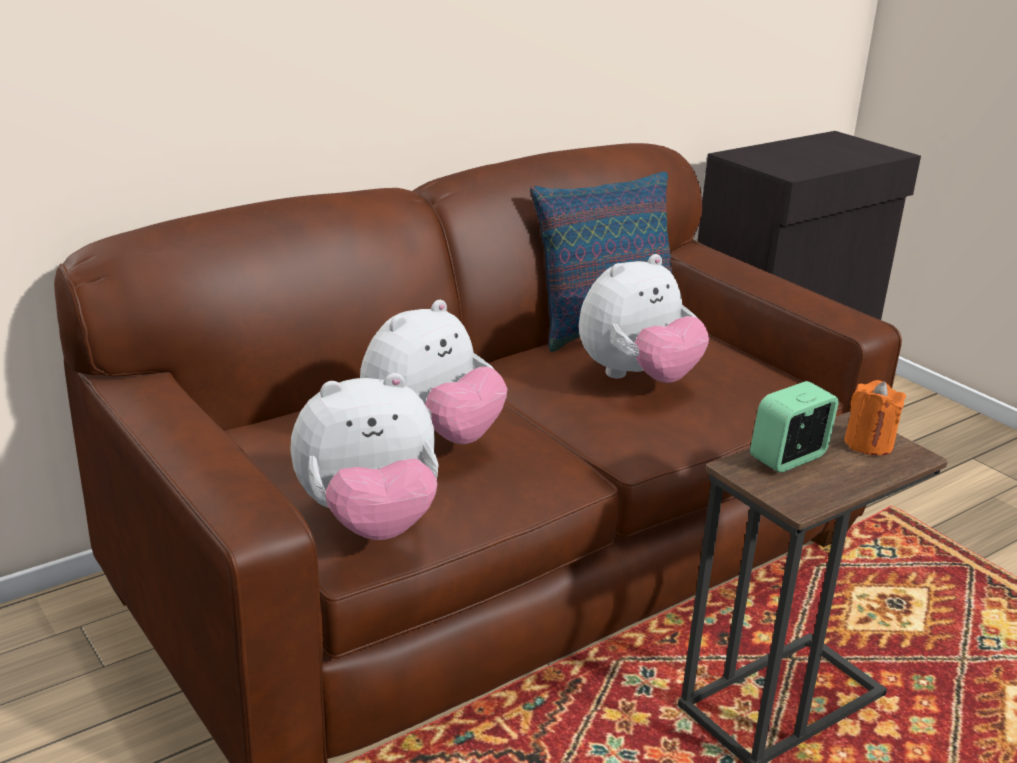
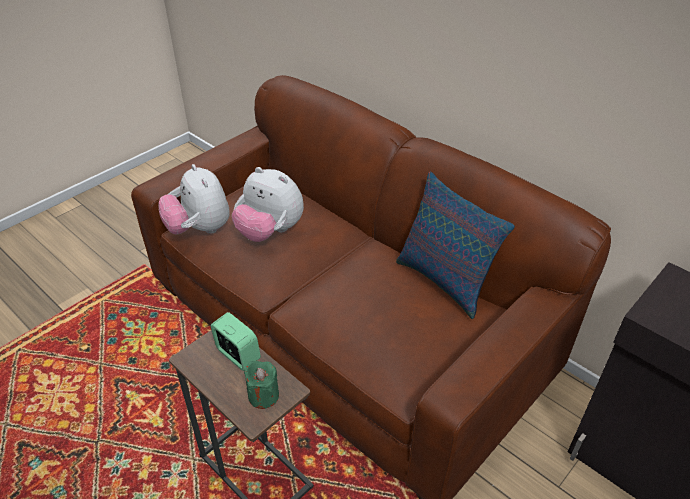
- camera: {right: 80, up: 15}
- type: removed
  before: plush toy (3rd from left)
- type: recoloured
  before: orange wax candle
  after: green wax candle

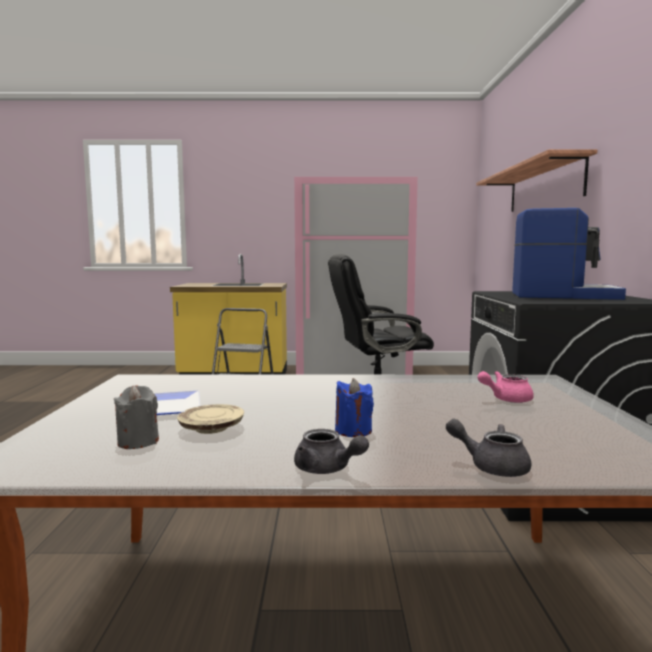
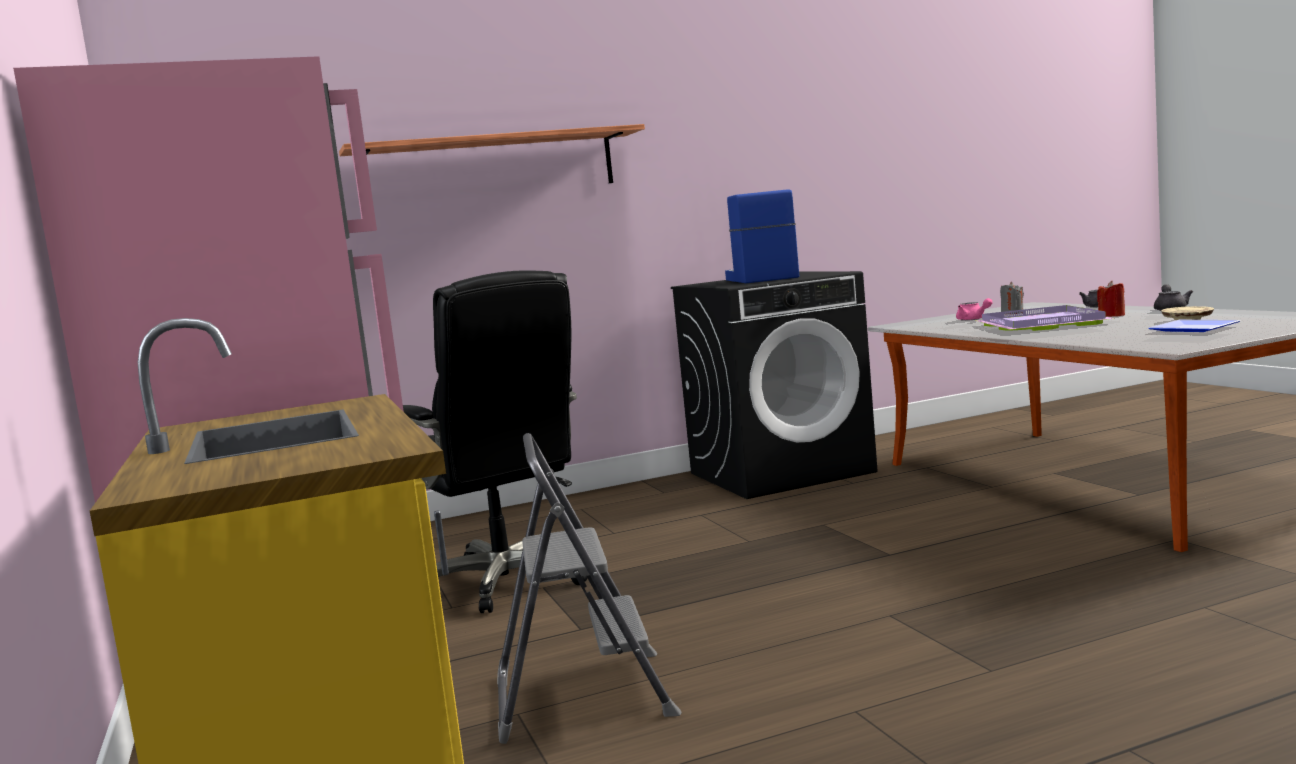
- camera: {right: -110, up: 0}
- type: recoloured
  before: bluish wax candle
  after: red-coloured wax candle
- type: moved
  before: grey wax candle
- type: added
  after: purple-coloured serving tray

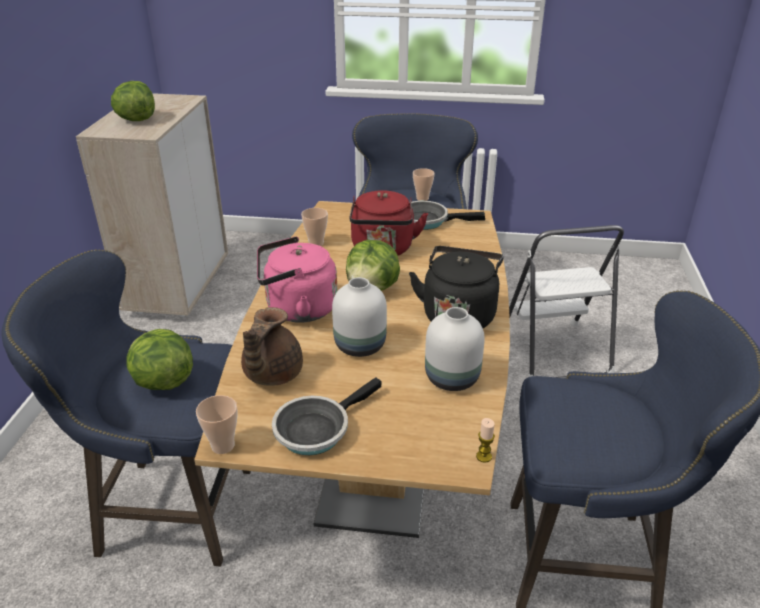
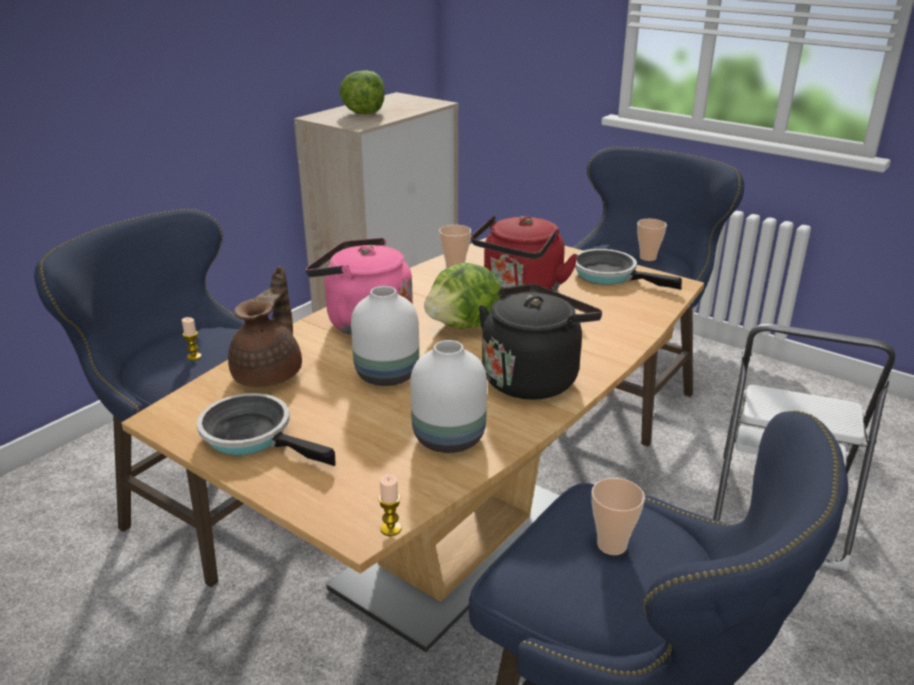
- camera: {right: 30, up: -5}
- type: turned
  before: brownish pot for tea
  turn: 150
- type: replaced
  before: lettuce head (2nd from left)
  after: wax candle (1st from left)
- type: turned
  before: frying pan (1st from left)
  turn: 45
- type: moved
  before: cup (1st from left in the first image)
  after: cup (2nd from left)

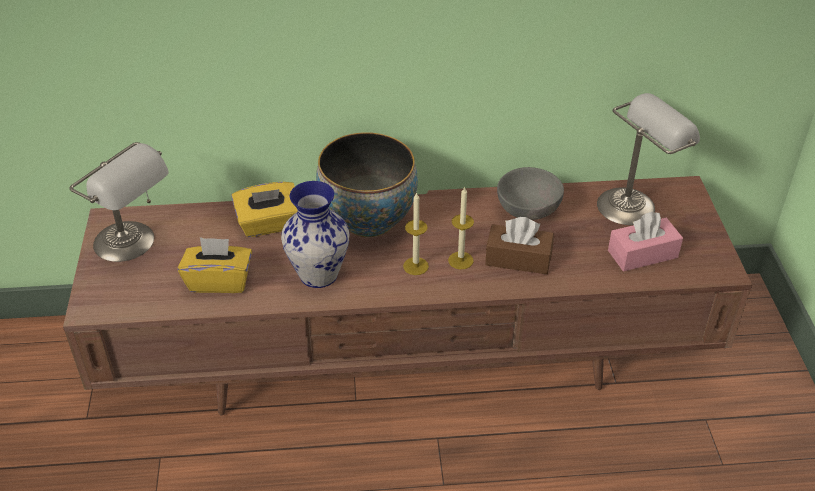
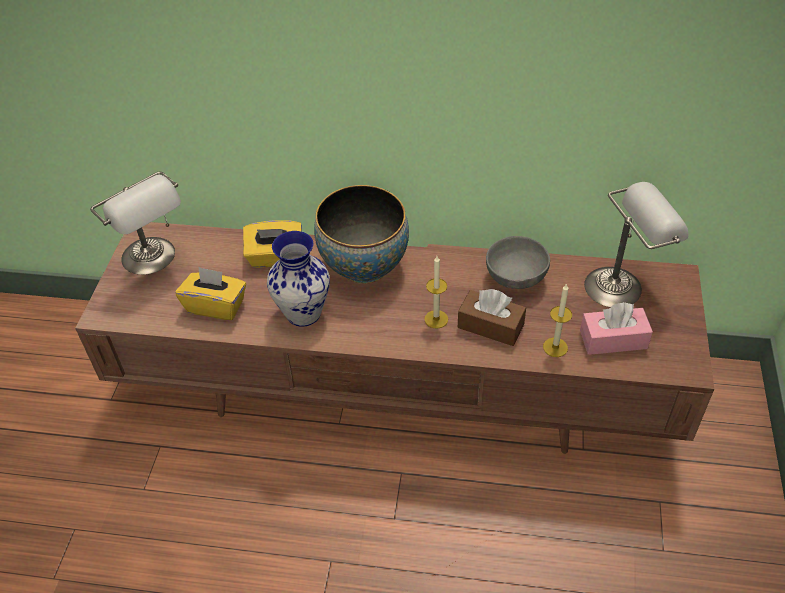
- camera: {right: 15, up: 5}
- type: moved
  before: wax candle (1st from left in the first image)
  after: wax candle (2nd from left)

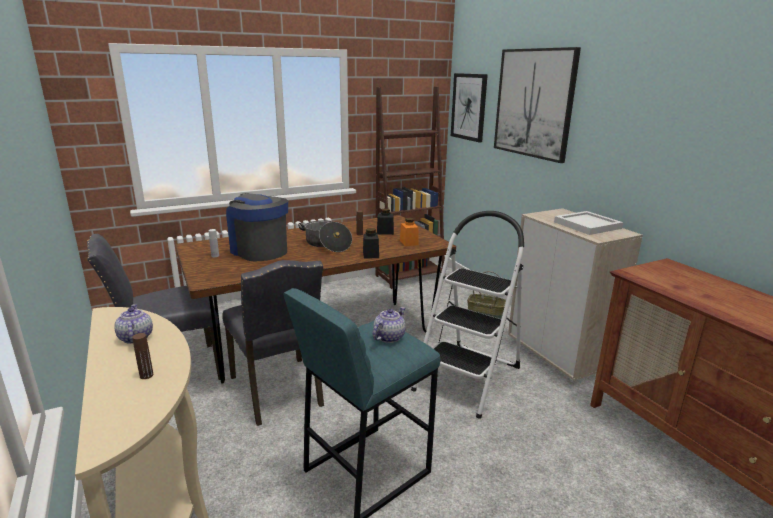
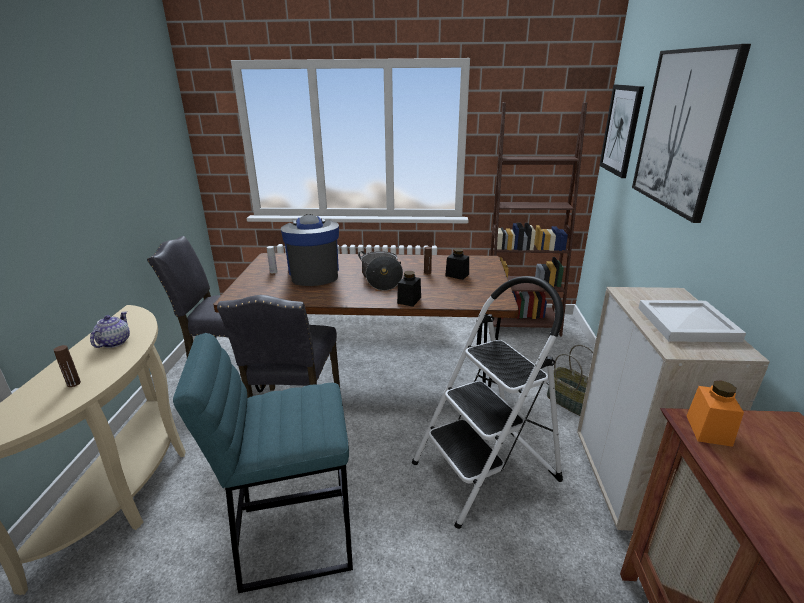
- camera: {right: 30, up: 5}
- type: moved
  before: orange jar
- type: removed
  before: pot for tea (2nd from left)

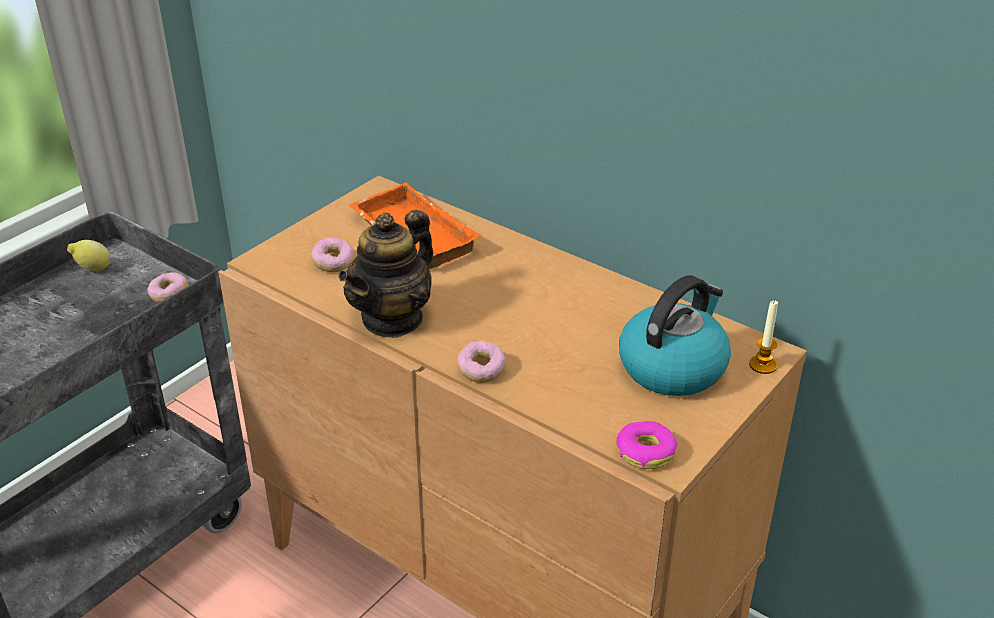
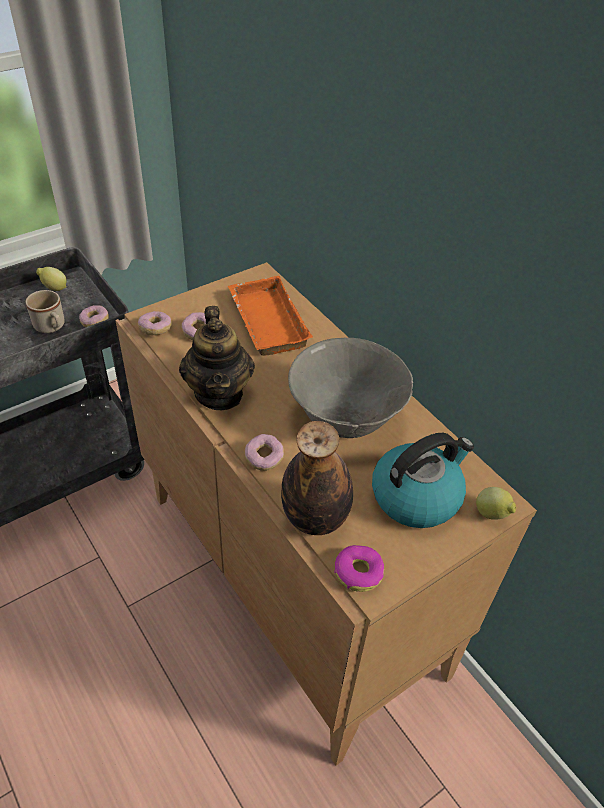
- camera: {right: 15, up: 10}
- type: turned
  before: pot for tea
  turn: -60
- type: replaced
  before: wax candle
  after: lemon (2nd from left)
- type: added
  after: sand-coloured mug
- type: added
  after: donut (2nd from left)
- type: added
  after: grey serving bowl
- type: added
  after: beverage bottle

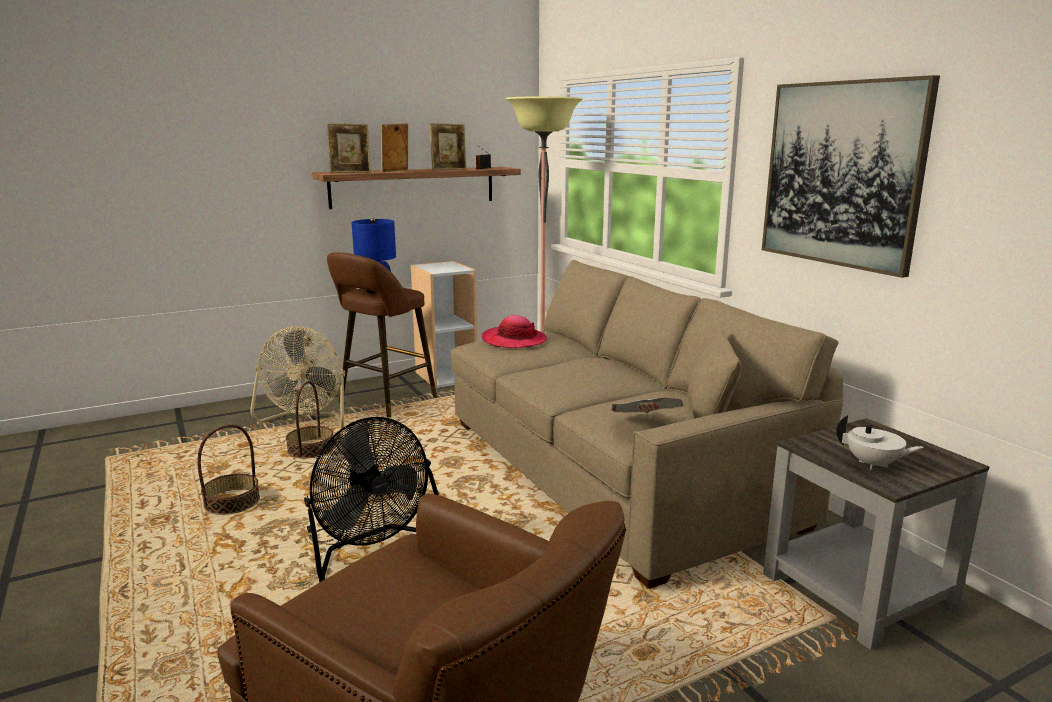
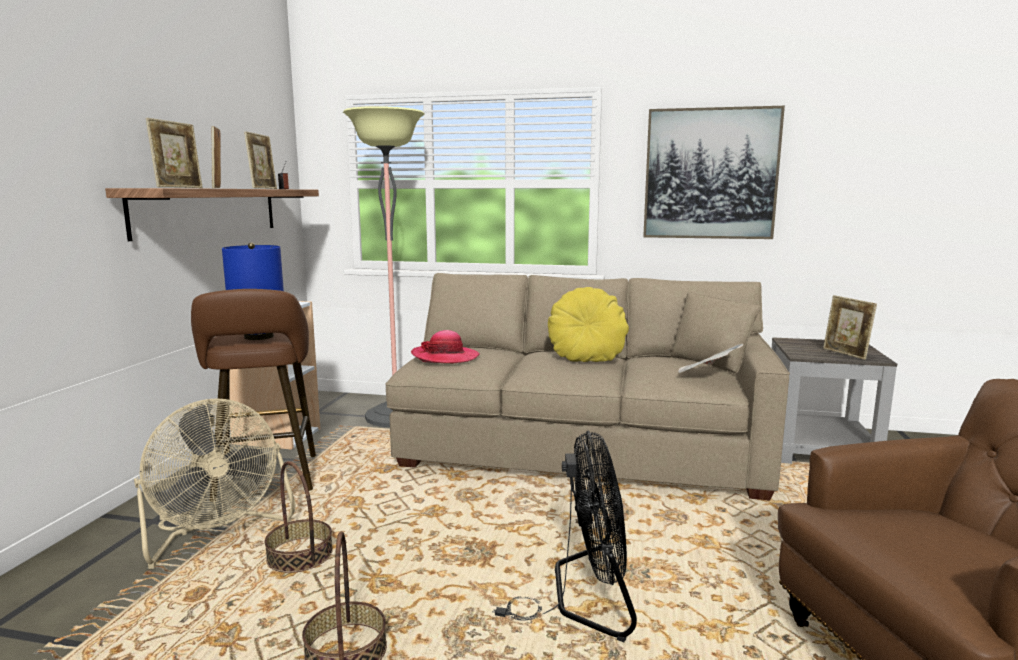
- camera: {right: -50, up: -5}
- type: replaced
  before: white-coloured pot for tea
  after: standing frame (4th from left)
- type: added
  after: yellow cushion

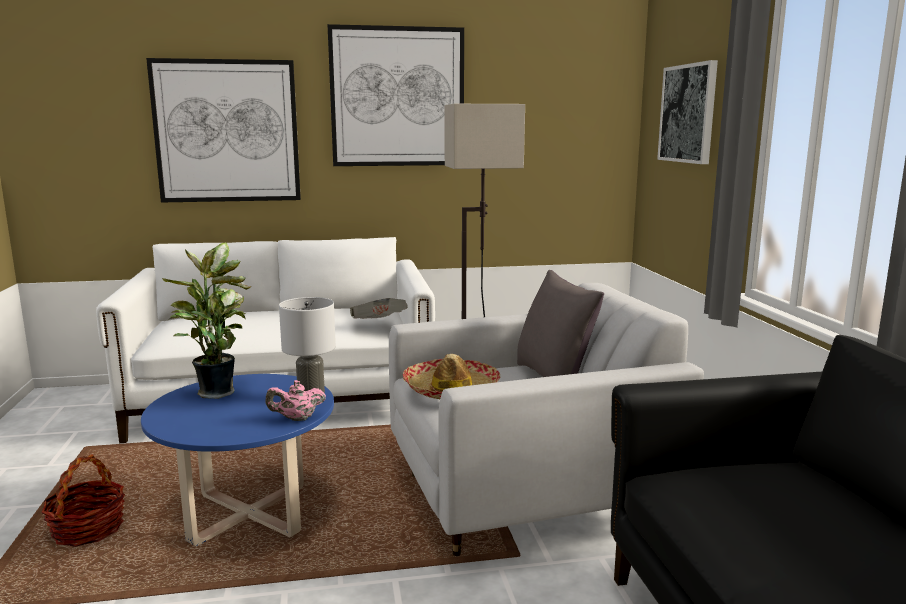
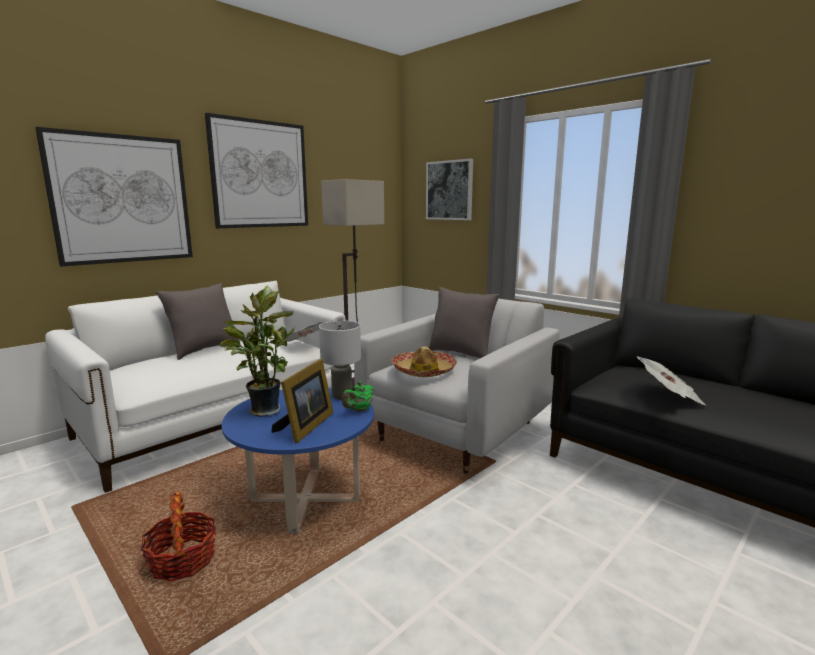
- camera: {right: -35, up: 0}
- type: recoloured
  before: pink-coloured pot for tea
  after: green pot for tea
- type: added
  after: grey cushion (1st from left)
- type: added
  after: daily paper (2nd from left)
- type: added
  after: standing frame

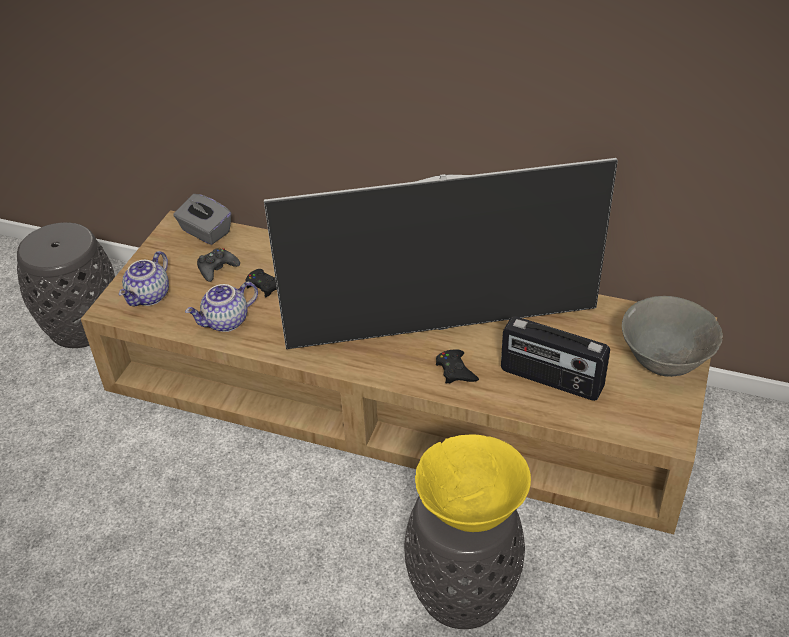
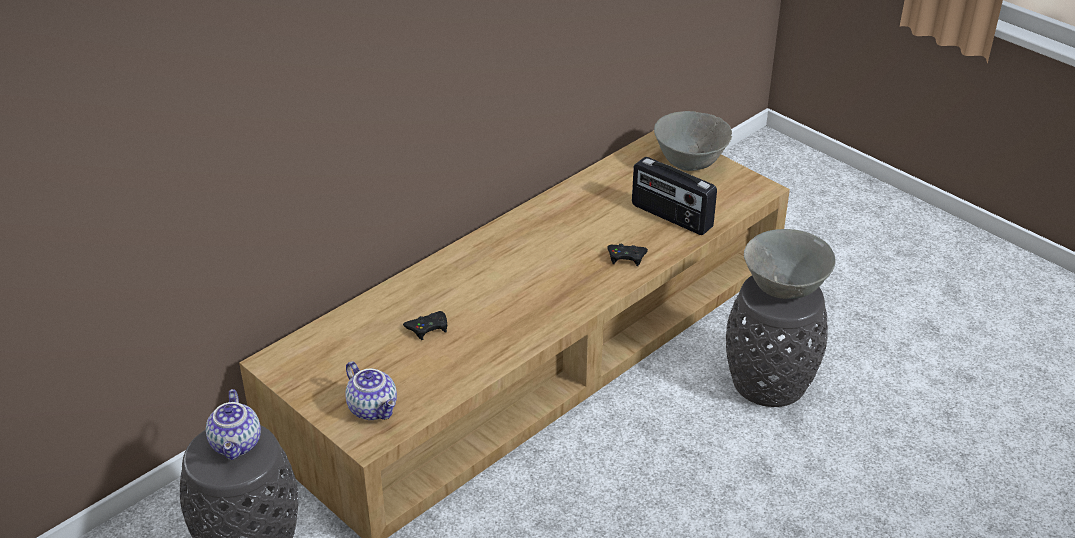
- camera: {right: -65, up: -5}
- type: removed
  before: television
- type: removed
  before: grey box of tissues
- type: removed
  before: black-coloured gamepad (1st from left)
- type: moved
  before: pot for tea (2nd from left in the first image)
  after: pot for tea (1st from left)
- type: turned
  before: radio
  turn: 75
- type: recoloured
  before: yellow serving bowl
  after: grey serving bowl (2nd from left)

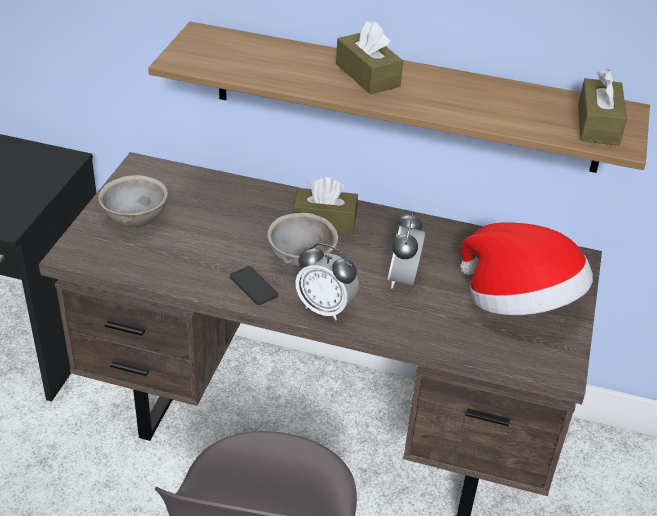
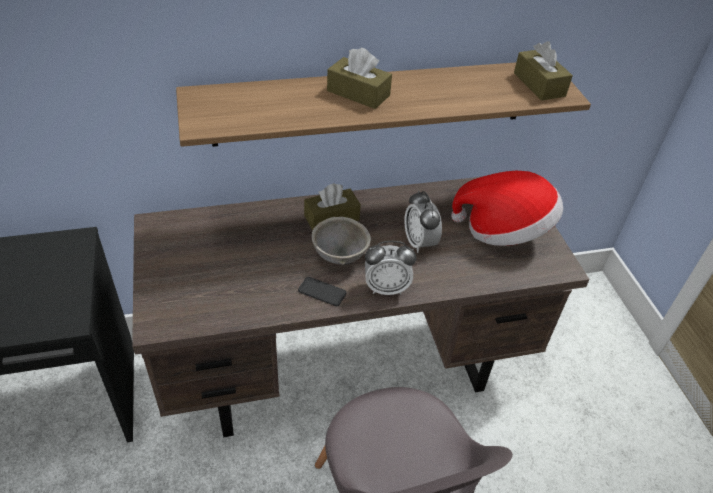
- camera: {right: -30, up: 5}
- type: removed
  before: grey serving bowl (1st from left)

